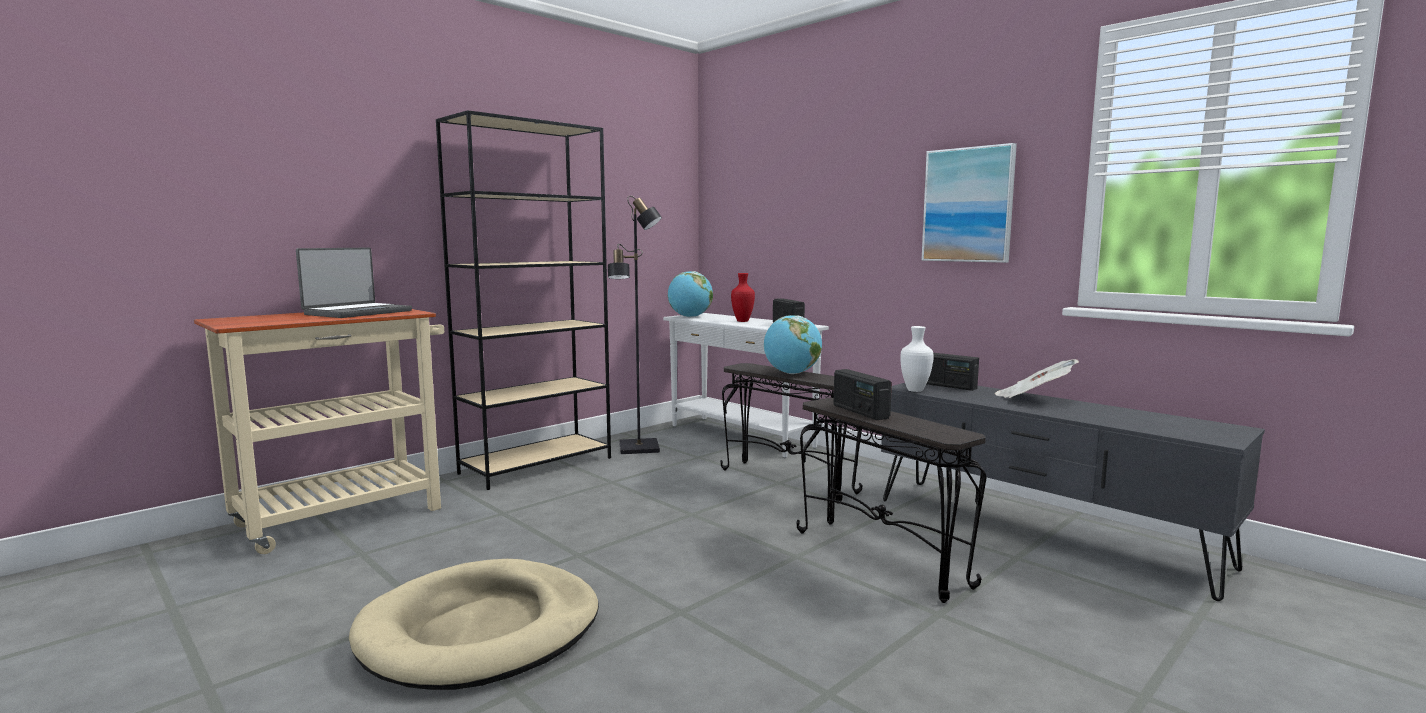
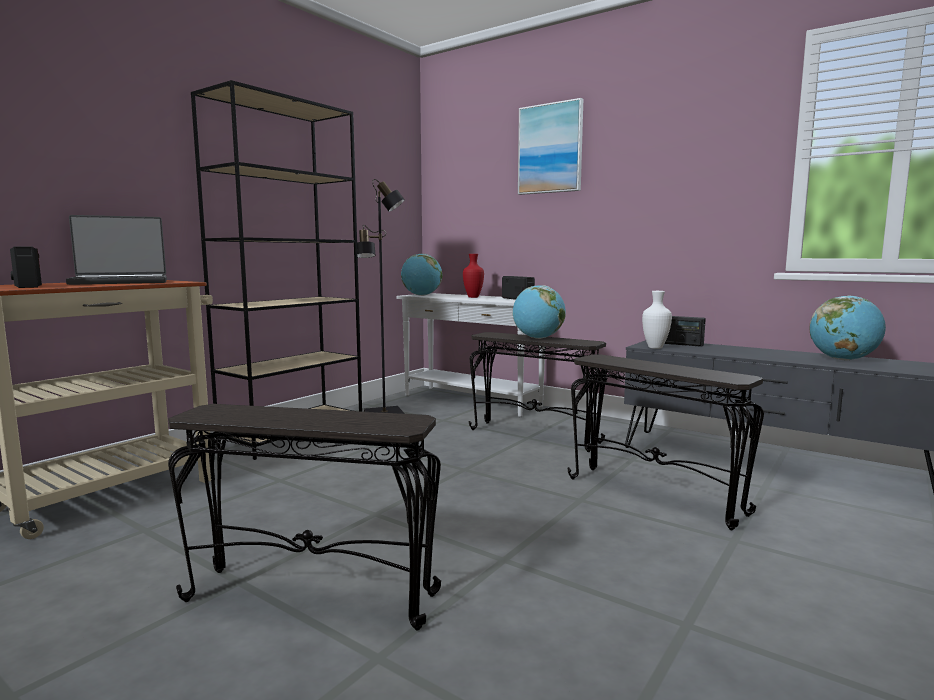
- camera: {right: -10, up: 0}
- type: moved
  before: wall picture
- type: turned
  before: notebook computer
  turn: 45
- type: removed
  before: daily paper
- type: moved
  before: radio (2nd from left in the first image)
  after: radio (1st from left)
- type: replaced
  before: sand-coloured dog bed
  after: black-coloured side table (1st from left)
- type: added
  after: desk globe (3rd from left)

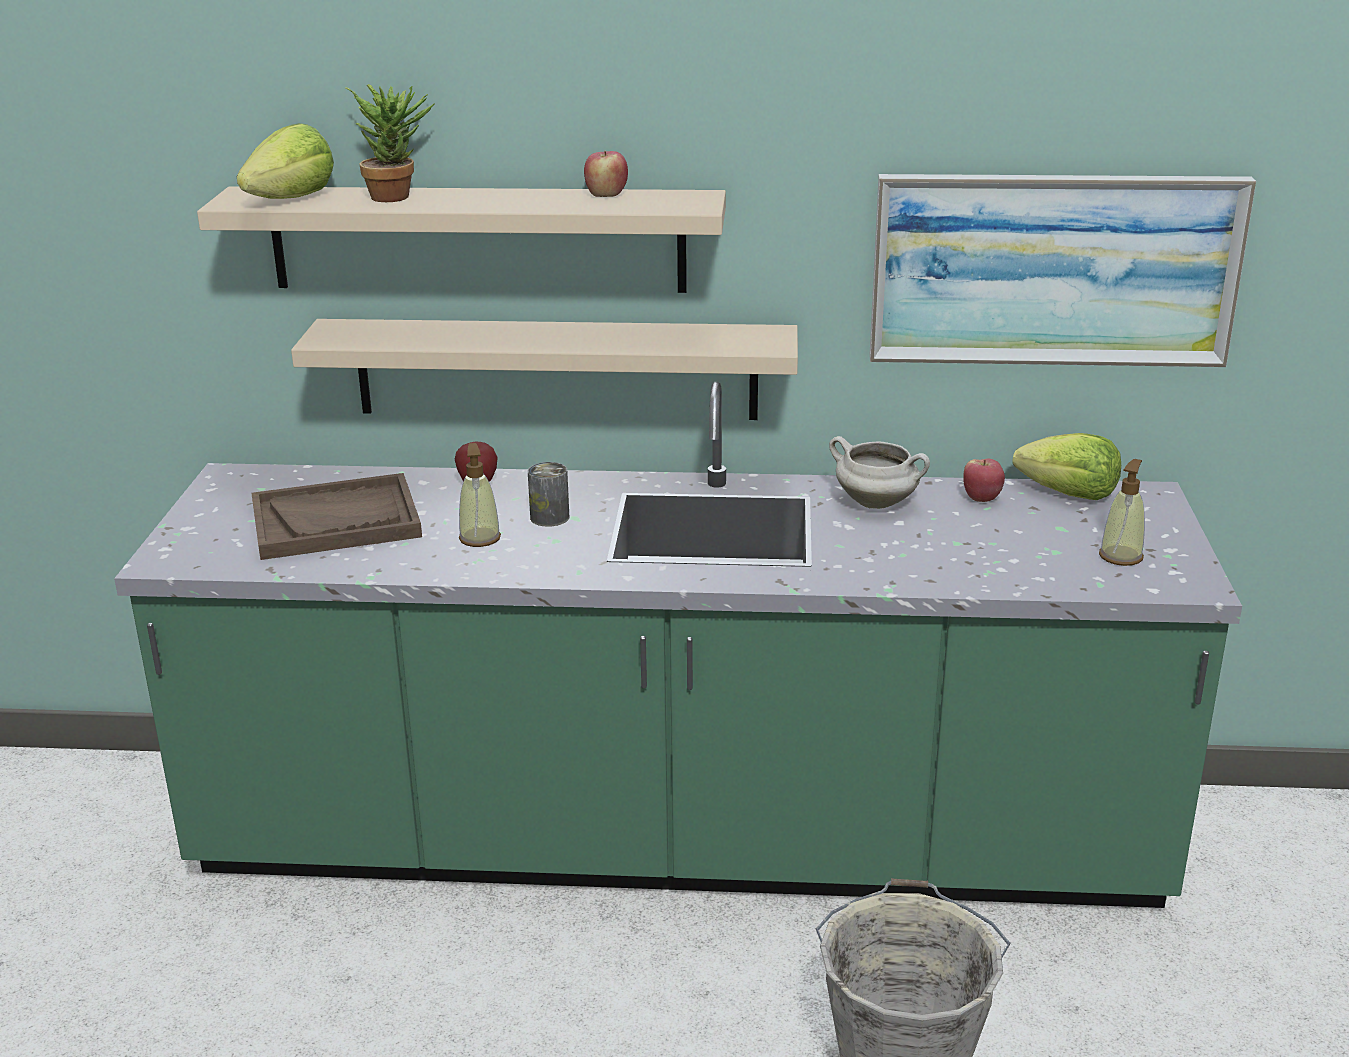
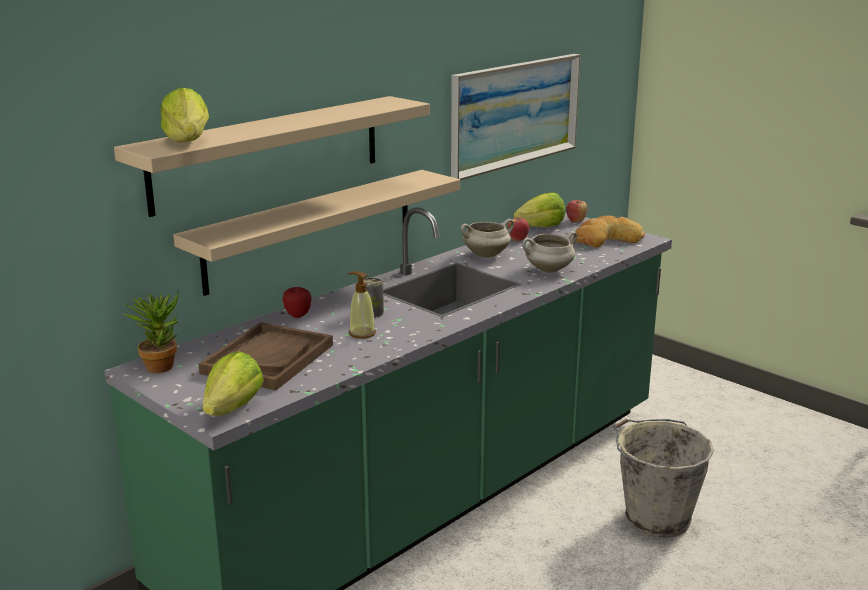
- camera: {right: -50, up: -5}
- type: moved
  before: potted plant
- type: moved
  before: apple fruit (2nd from left in the first image)
  after: apple fruit (3rd from left)
- type: replaced
  before: soap dispenser (2nd from left)
  after: bakery bread
- type: added
  after: white-coloured cooking pot (2nd from left)
- type: added
  after: lettuce head (2nd from left)

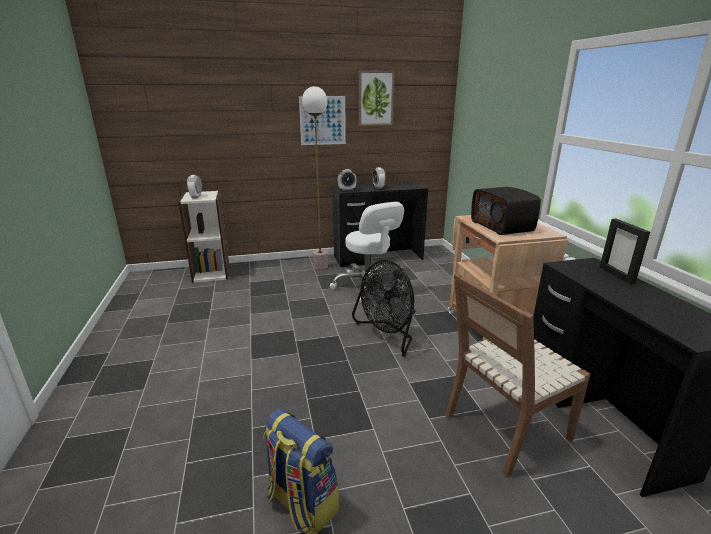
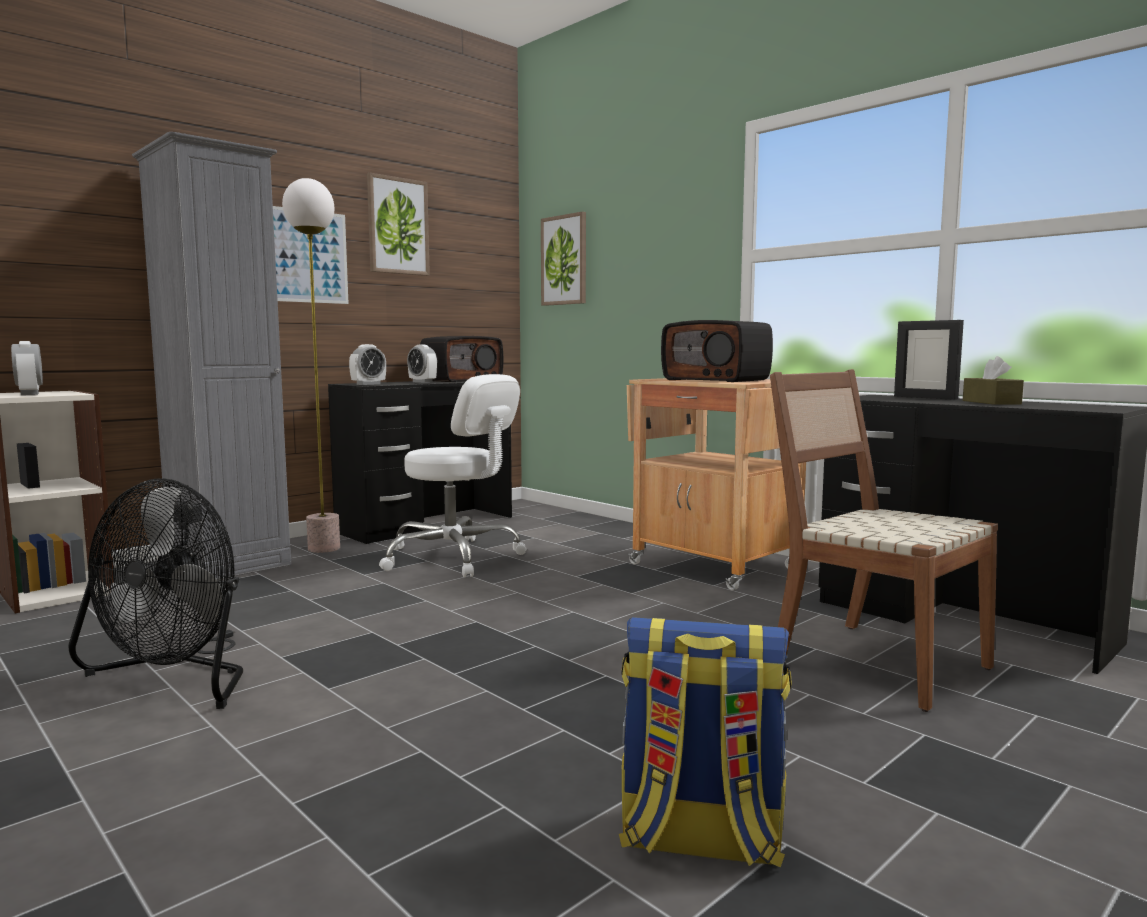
- camera: {right: -30, up: -15}
- type: moved
  before: black-coloured cooling fan
- type: turned
  before: chair
  turn: 105
- type: added
  after: grey cabinet
- type: added
  after: wall picture (3rd from left)
- type: added
  after: radio (1st from left)
- type: added
  after: brownish box of tissues

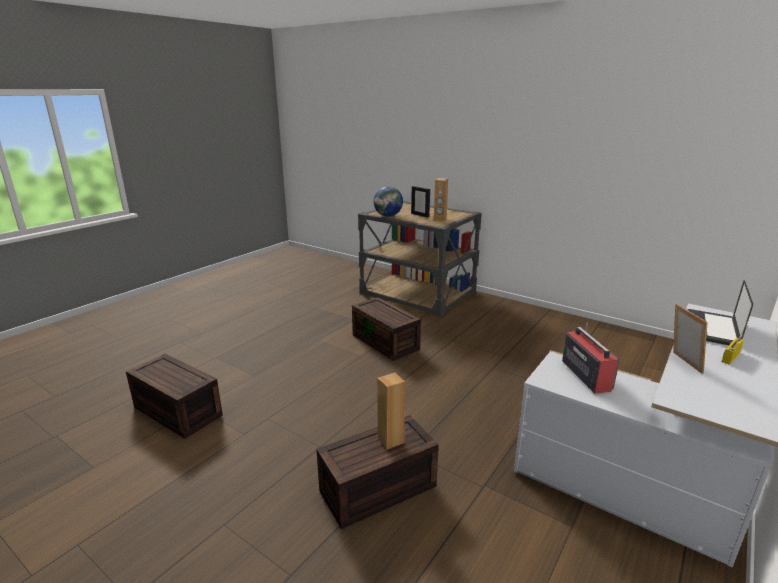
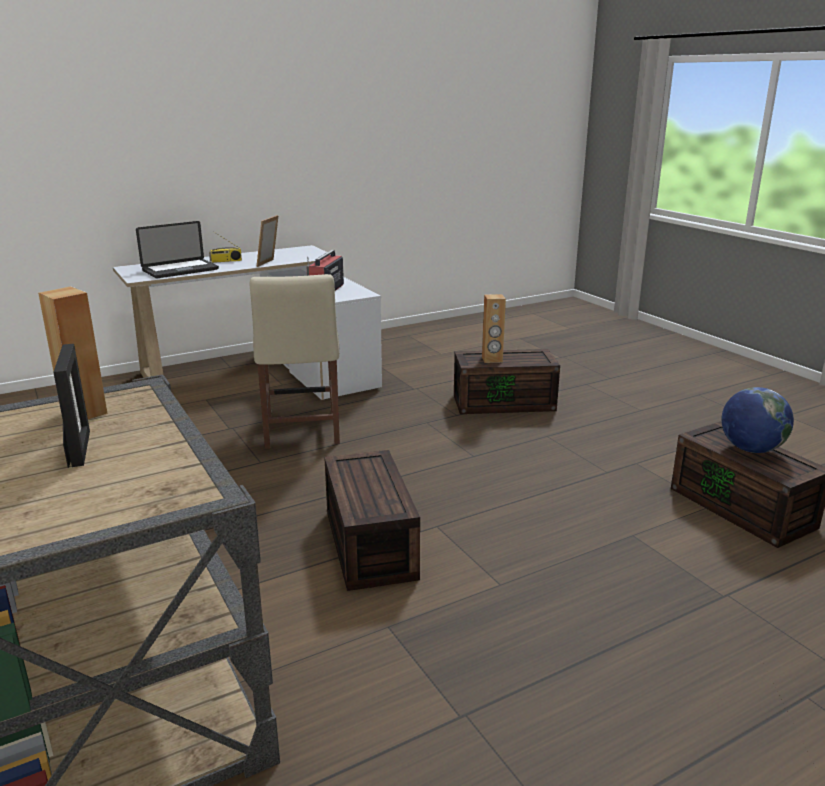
- camera: {right: -155, up: 0}
- type: moved
  before: desk globe
- type: added
  after: sand-coloured chair

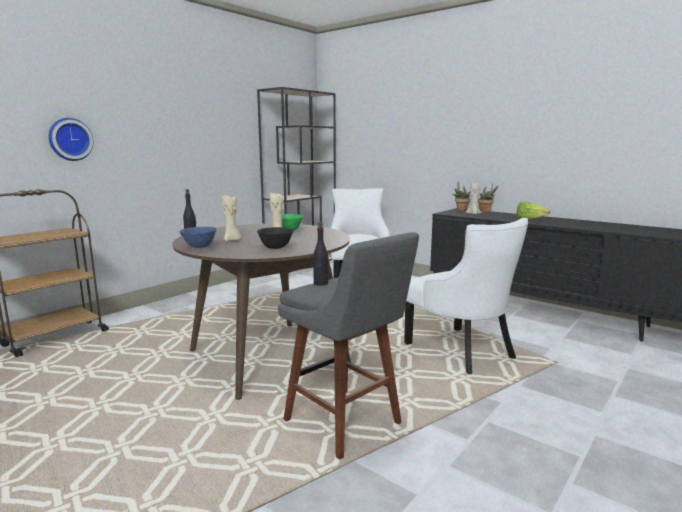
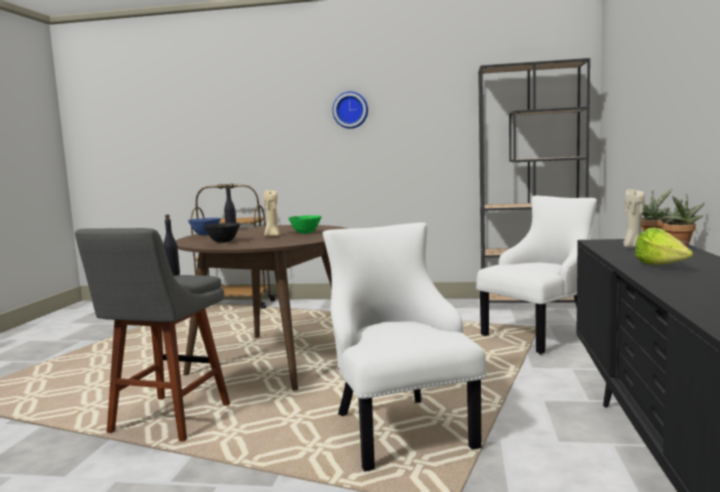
- camera: {right: 60, up: -5}
- type: moved
  before: hanging clock
- type: removed
  before: sand-coloured wax candle (1st from left)
- type: turned
  before: white-coloured chair (2nd from left in the first image)
  turn: 135

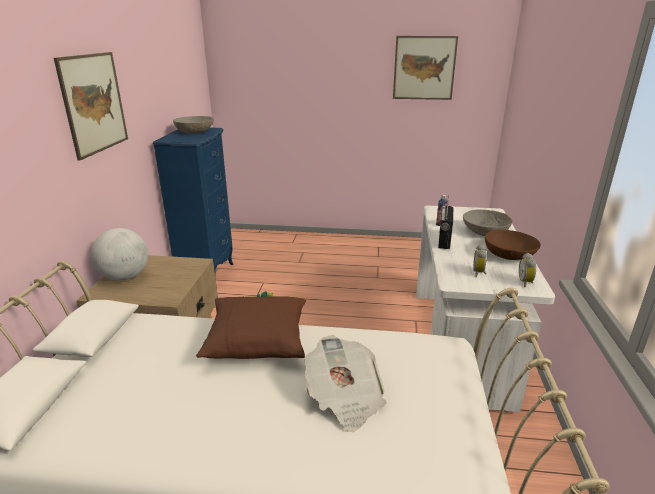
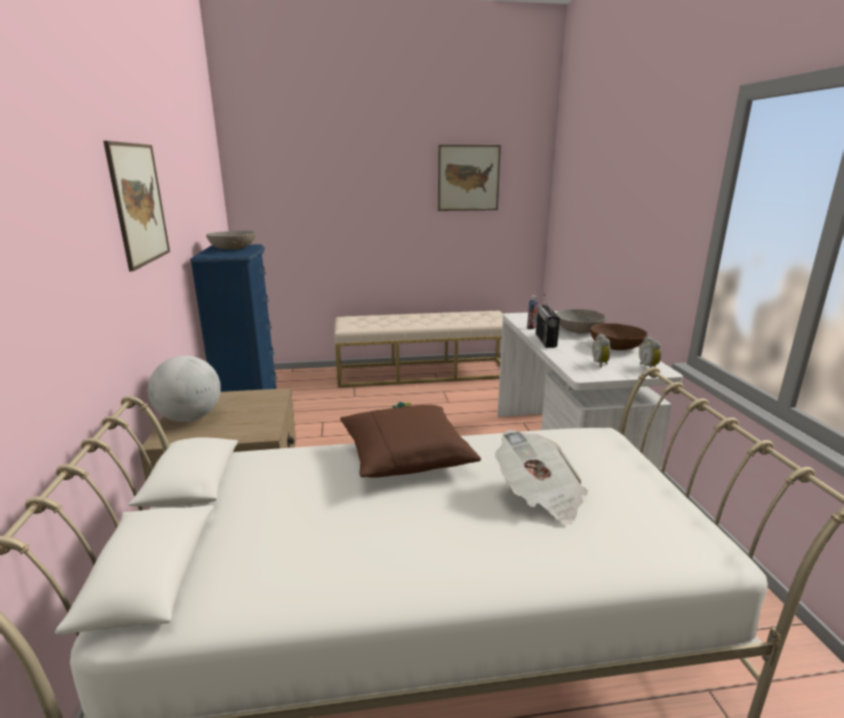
- camera: {right: -15, up: -5}
- type: added
  after: sand-coloured bench

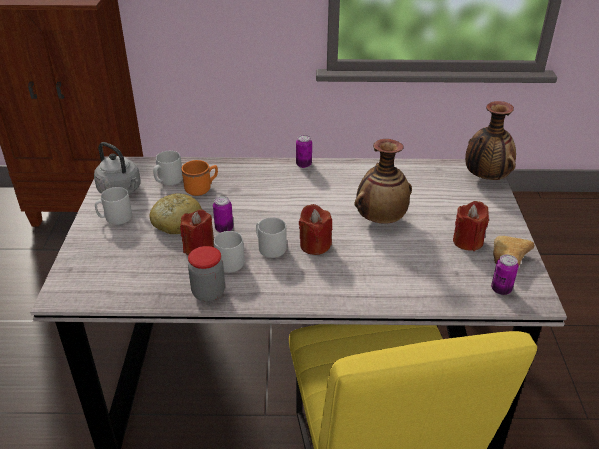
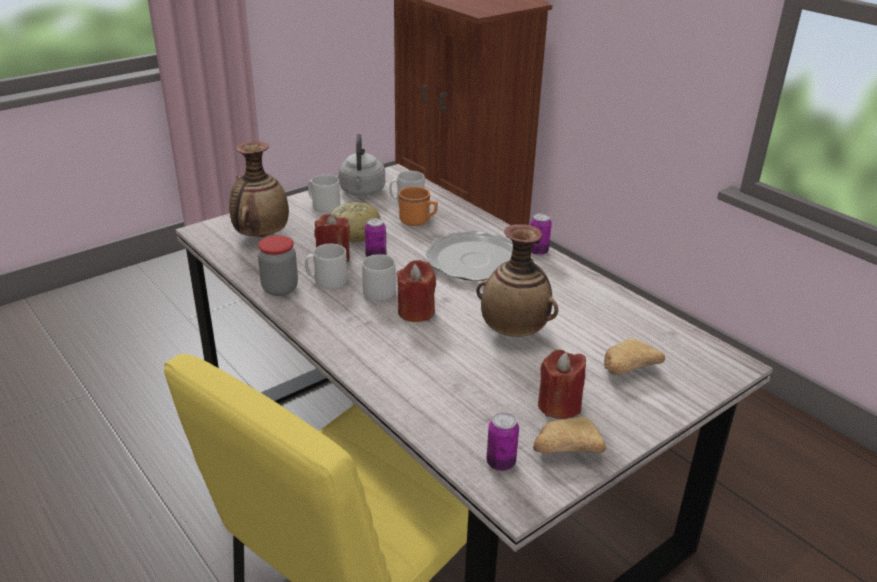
- camera: {right: 50, up: -5}
- type: moved
  before: vase (2nd from left in the first image)
  after: vase (1st from left)
- type: added
  after: flat dish
- type: added
  after: bakery bread (3rd from left)

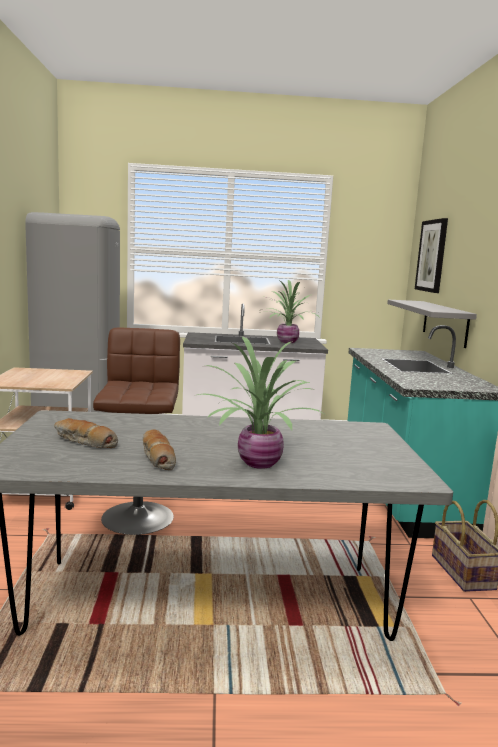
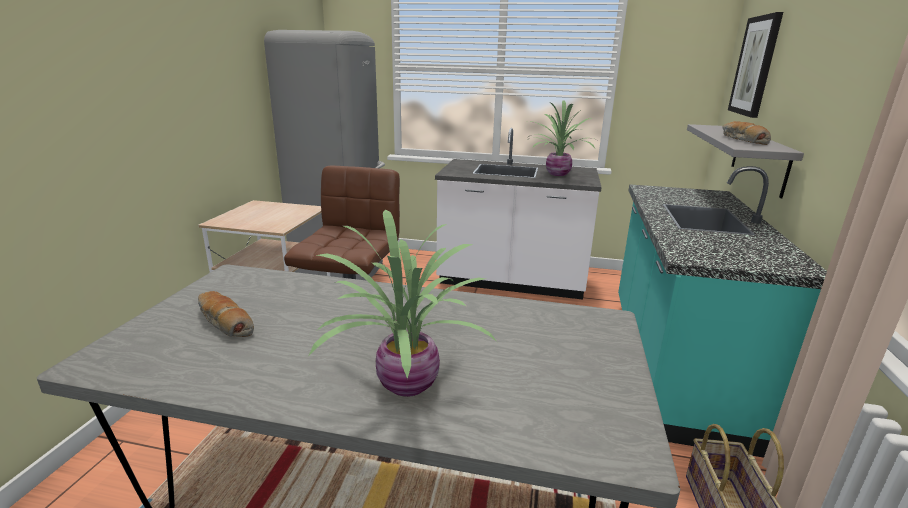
- camera: {right: 15, up: 10}
- type: moved
  before: bakery bread (2nd from left)

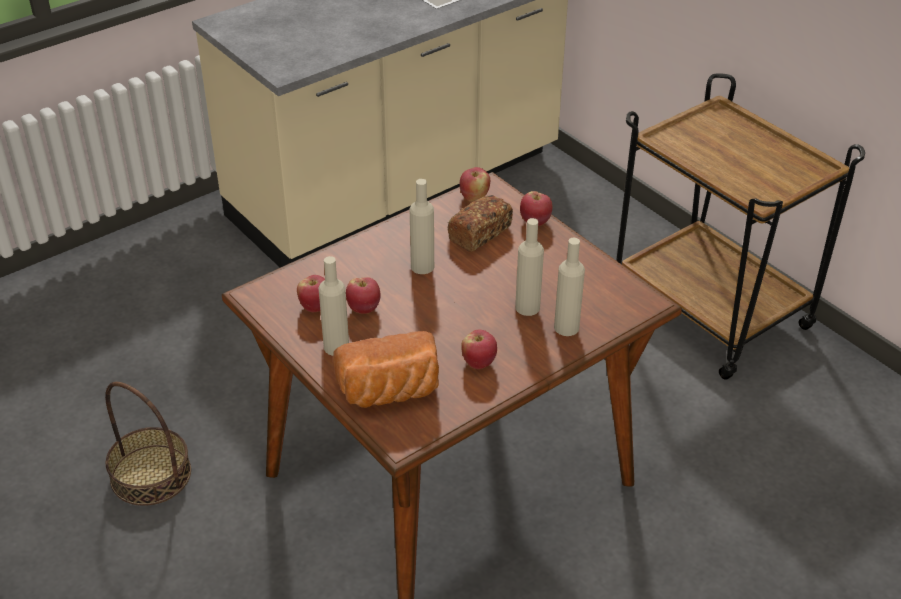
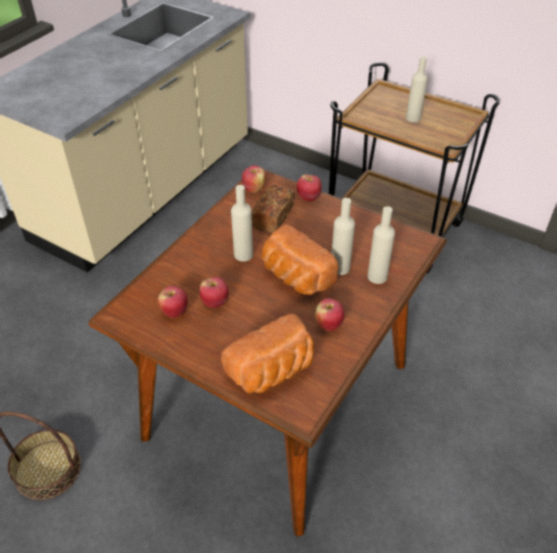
- camera: {right: -20, up: 5}
- type: moved
  before: sand-coloured beverage bottle (1st from left in the first image)
  after: sand-coloured beverage bottle (4th from left)
- type: added
  after: bakery bread (3rd from left)

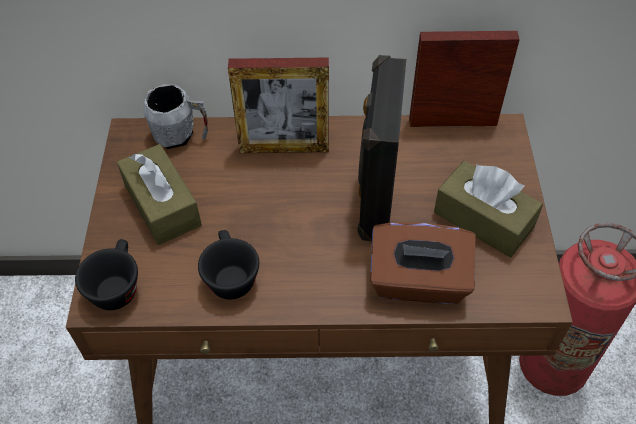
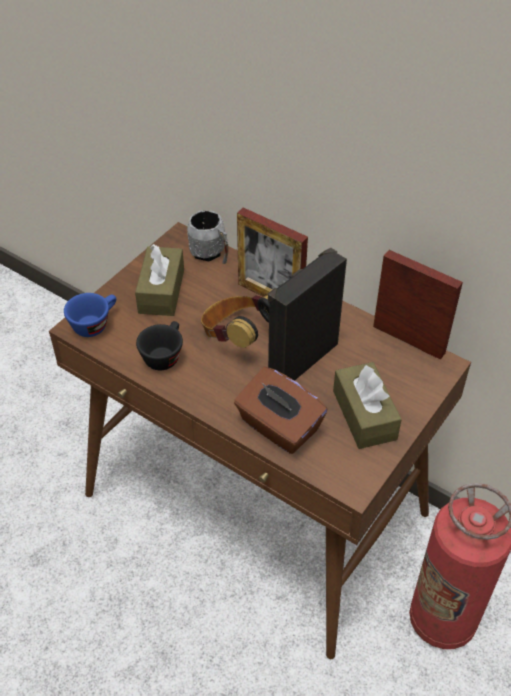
- camera: {right: 35, up: -5}
- type: recoloured
  before: black-coloured cup (1st from left)
  after: bluish cup
- type: added
  after: headphones

